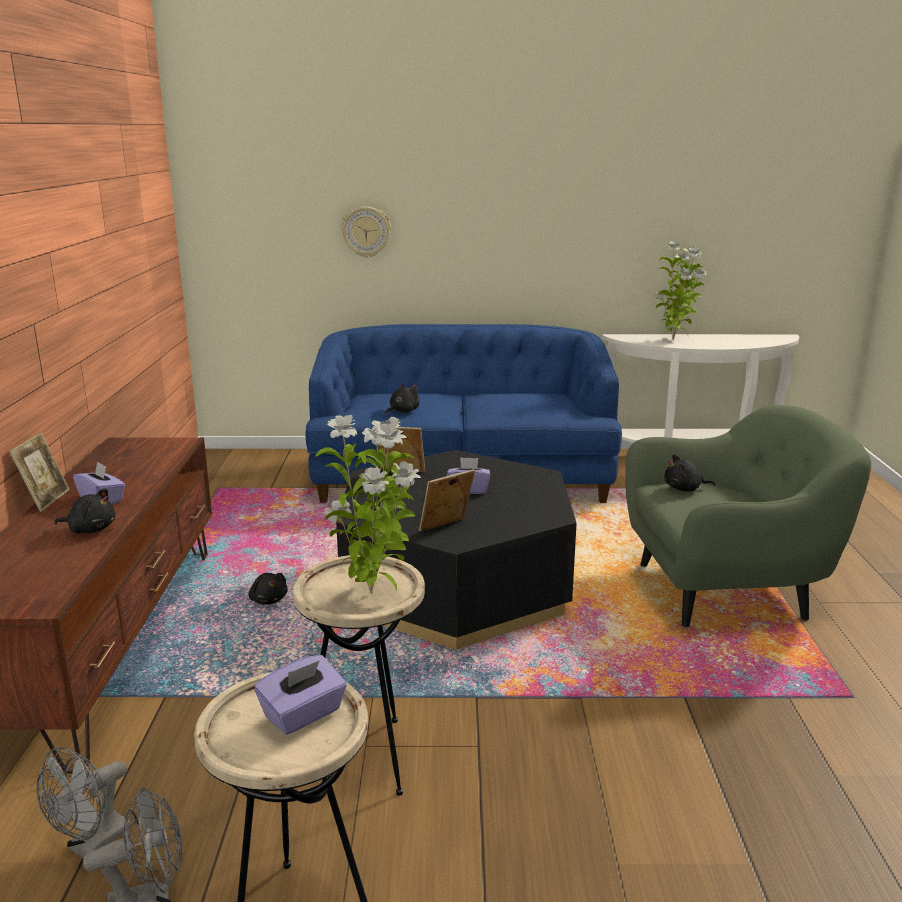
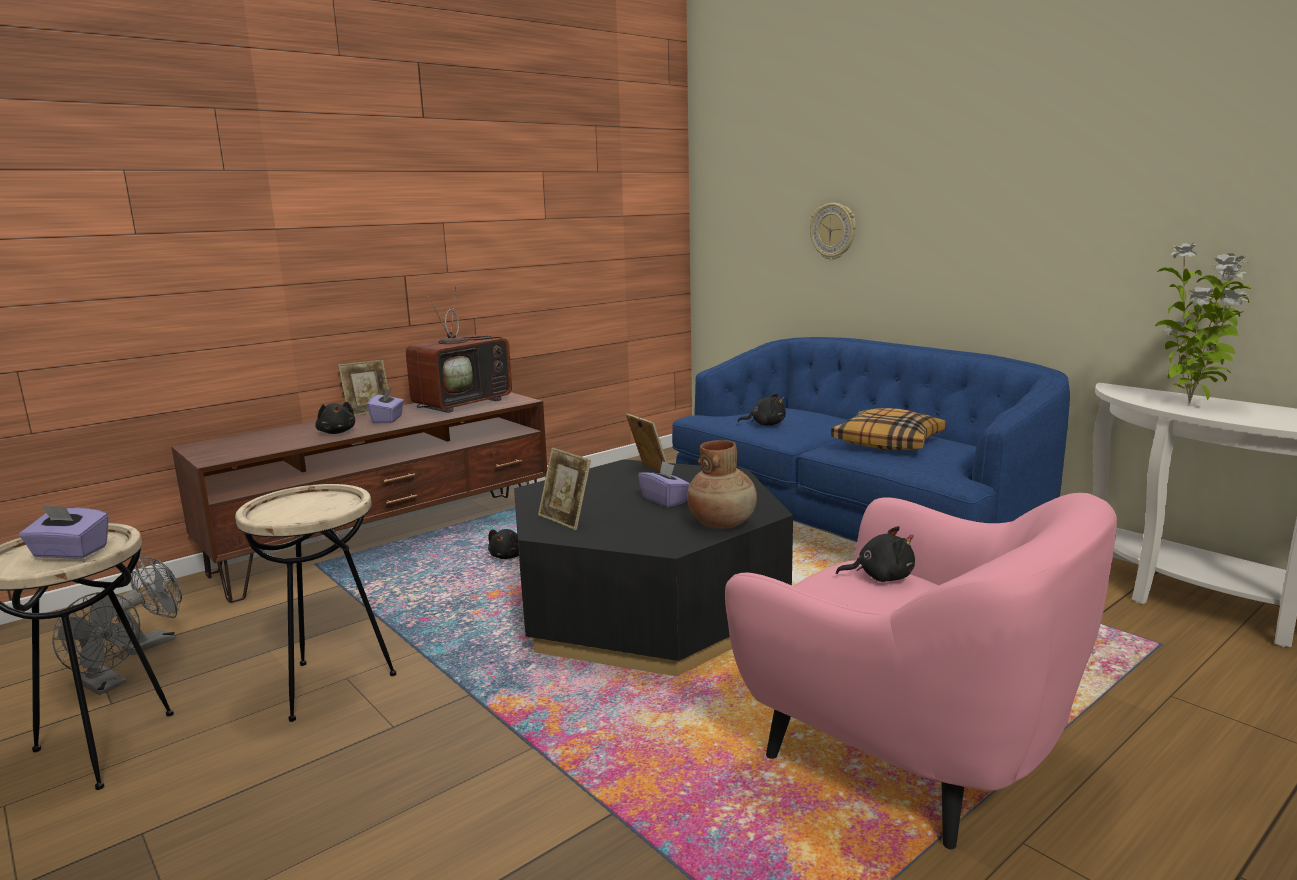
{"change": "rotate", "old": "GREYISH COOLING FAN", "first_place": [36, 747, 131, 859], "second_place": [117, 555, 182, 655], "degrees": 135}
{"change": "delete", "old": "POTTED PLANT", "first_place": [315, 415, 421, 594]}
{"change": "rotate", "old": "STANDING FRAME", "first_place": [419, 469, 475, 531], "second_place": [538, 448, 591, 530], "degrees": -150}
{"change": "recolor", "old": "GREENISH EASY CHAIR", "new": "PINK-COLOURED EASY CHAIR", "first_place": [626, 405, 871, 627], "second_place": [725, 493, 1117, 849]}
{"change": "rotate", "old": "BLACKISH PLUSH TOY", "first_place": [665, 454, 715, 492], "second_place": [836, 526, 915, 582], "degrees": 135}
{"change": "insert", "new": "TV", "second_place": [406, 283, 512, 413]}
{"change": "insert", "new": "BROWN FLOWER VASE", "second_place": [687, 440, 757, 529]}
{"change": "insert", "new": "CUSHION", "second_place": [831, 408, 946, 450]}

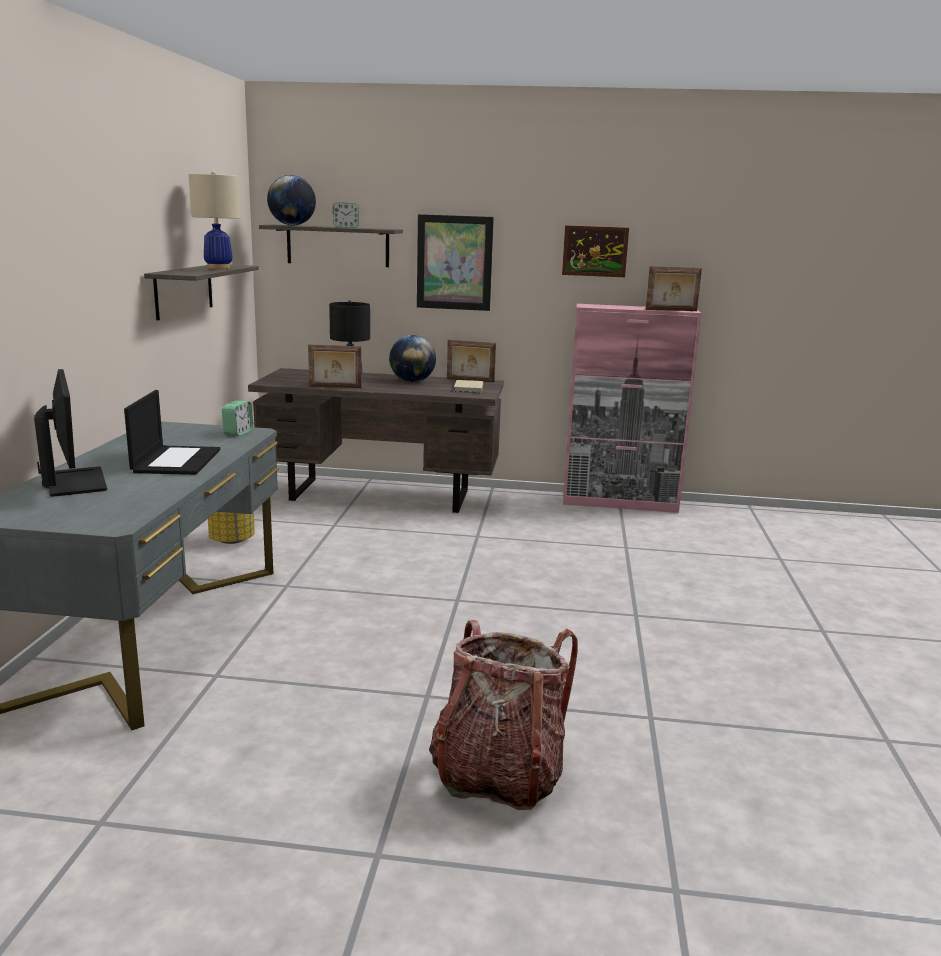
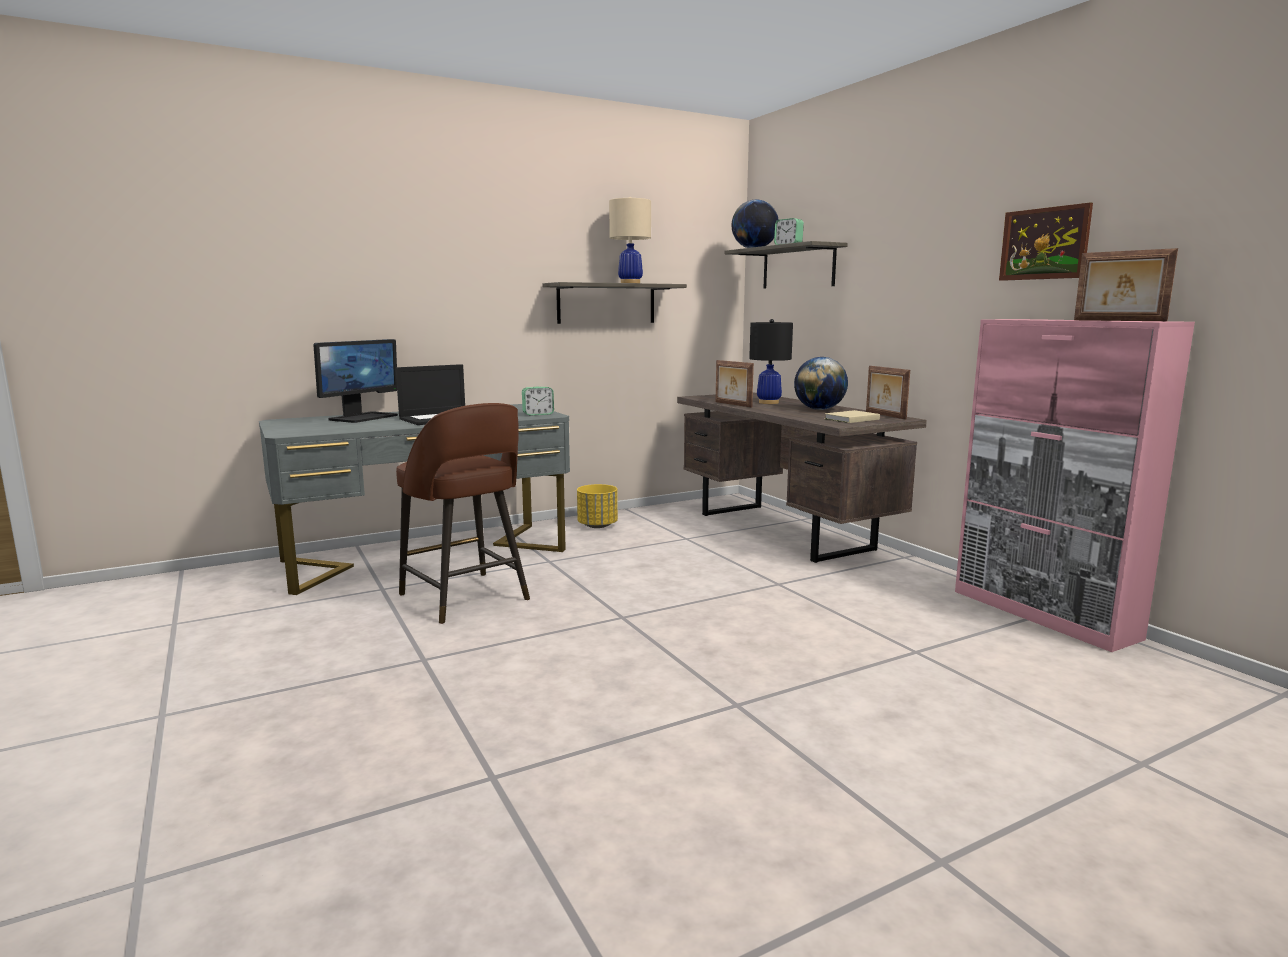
{"change": "delete", "old": "WALL ART", "first_place": [417, 214, 494, 311]}
{"change": "delete", "old": "BACKPACK", "first_place": [429, 620, 578, 810]}
{"change": "insert", "new": "BROWN STOOL SEAT", "second_place": [396, 403, 530, 624]}

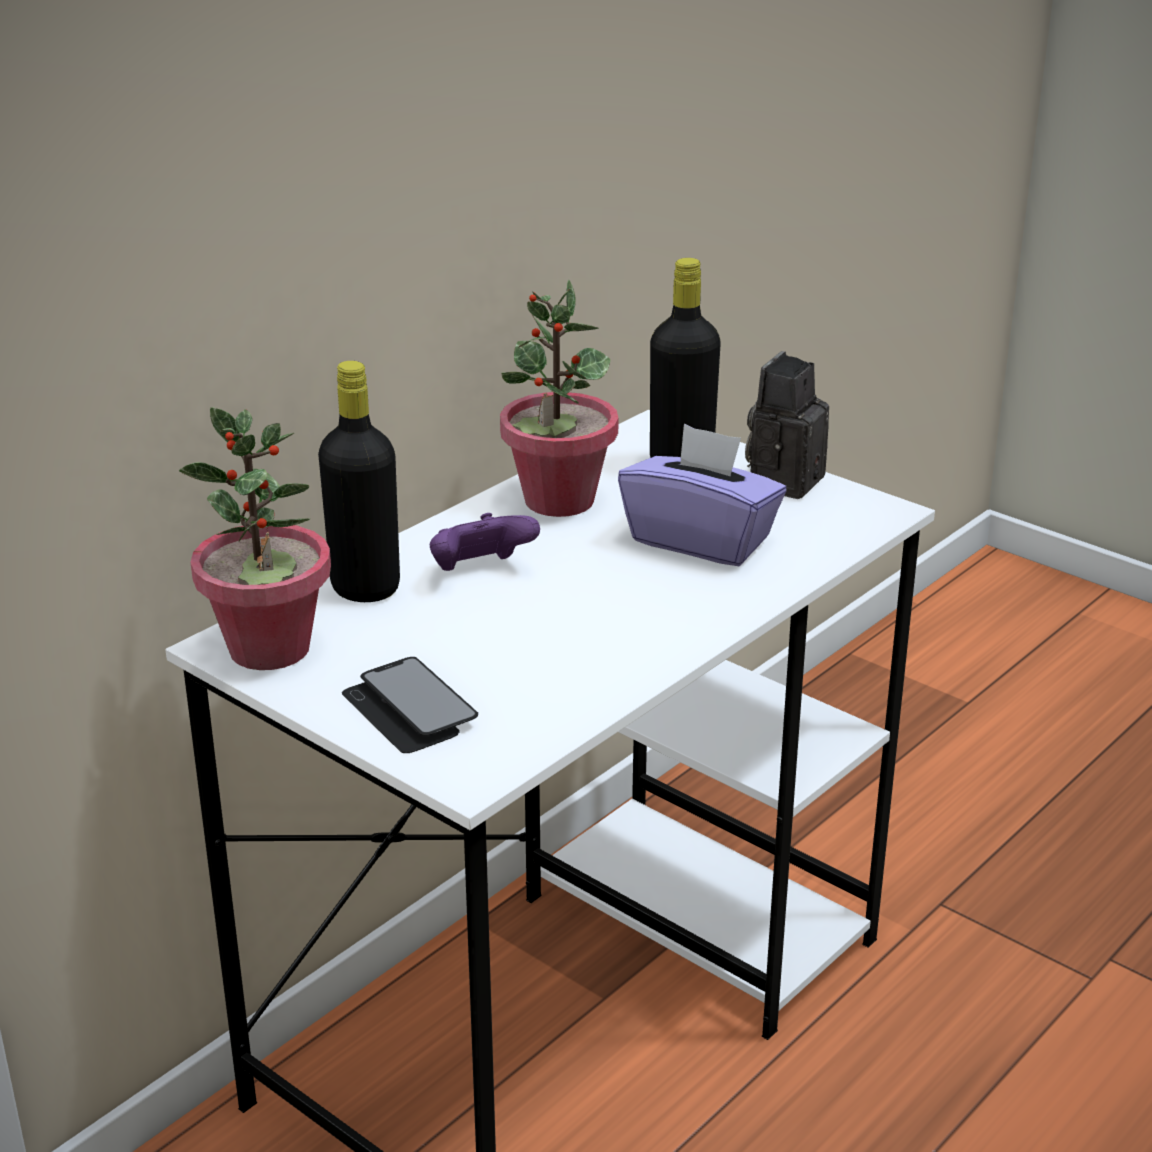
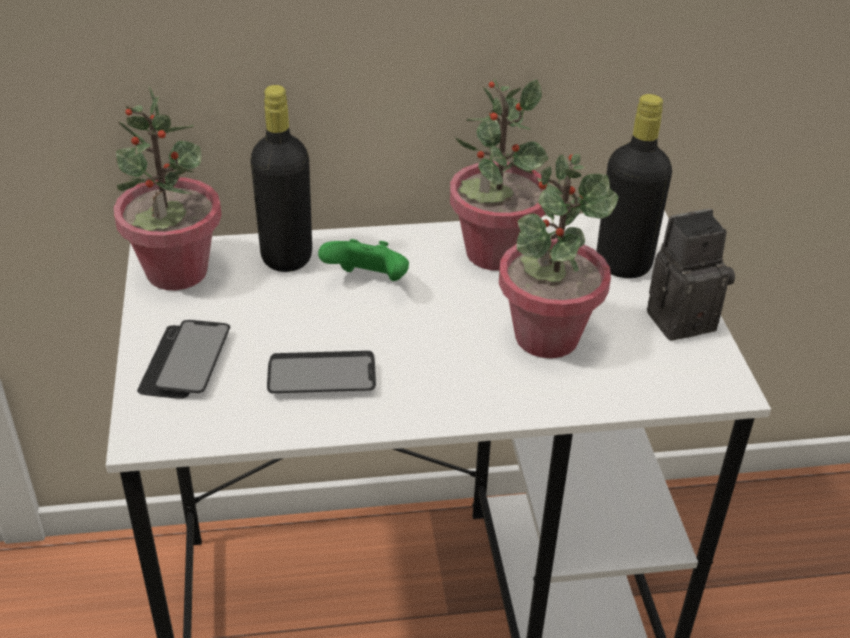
{"change": "recolor", "old": "PURPLE-COLOURED GAMEPAD", "new": "GREENISH GAMEPAD", "first_place": [430, 513, 540, 571], "second_place": [318, 239, 409, 281]}
{"change": "replace", "old": "PURPLE-COLOURED TISSUE HOLDER", "new": "POTTED PLANT", "first_place": [618, 424, 786, 567], "second_place": [499, 154, 618, 358]}
{"change": "insert", "new": "HANDSET", "second_place": [267, 351, 376, 393]}

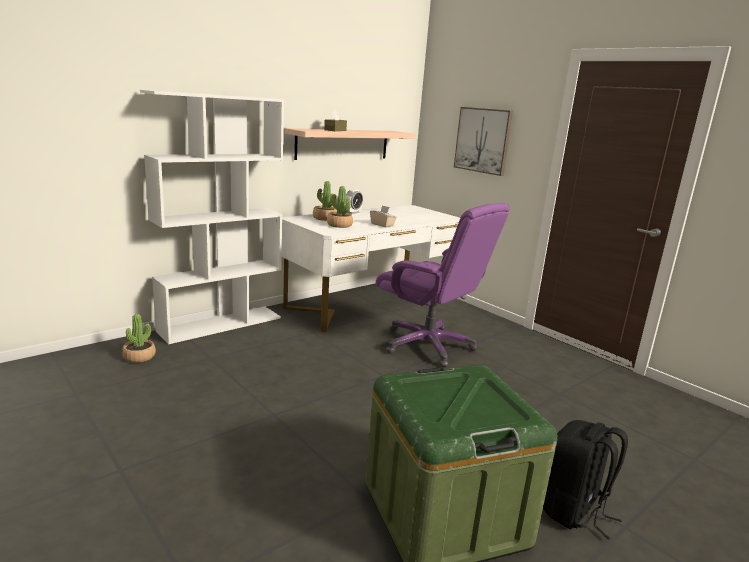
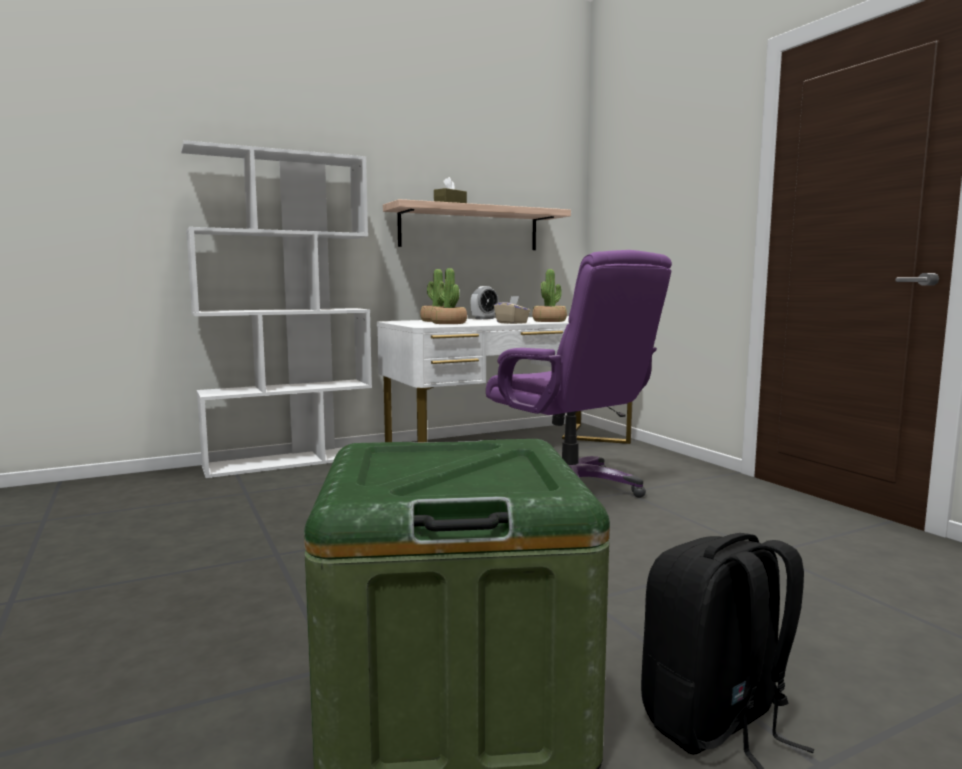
{"change": "move", "old": "POTTED PLANT", "first_place": [122, 314, 156, 363], "second_place": [532, 269, 567, 322]}
{"change": "delete", "old": "WALL ART", "first_place": [454, 107, 513, 176]}

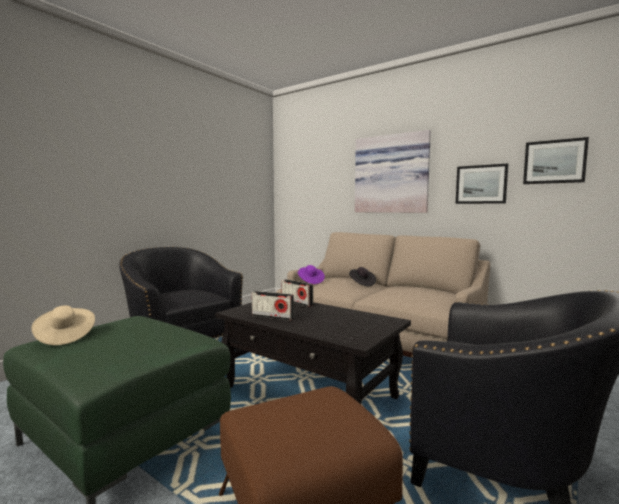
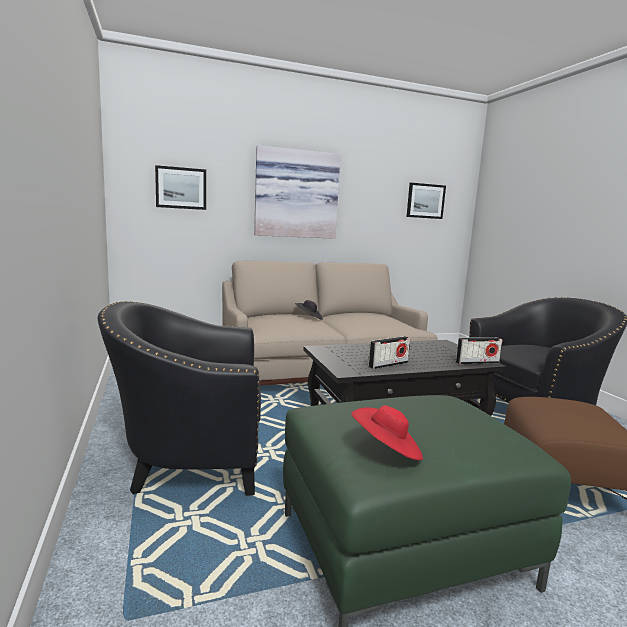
{"change": "recolor", "old": "BEIGE CLOTHING HAT", "new": "RED-COLOURED CLOTHING HAT", "first_place": [32, 305, 95, 345], "second_place": [351, 405, 423, 460]}
{"change": "move", "old": "RADIO SET", "first_place": [281, 279, 313, 307], "second_place": [456, 337, 503, 364]}
{"change": "delete", "old": "PURPLE-COLOURED CLOTHING HAT", "first_place": [298, 265, 325, 284]}
{"change": "move", "old": "WALL ART", "first_place": [456, 163, 508, 204], "second_place": [155, 165, 206, 210]}

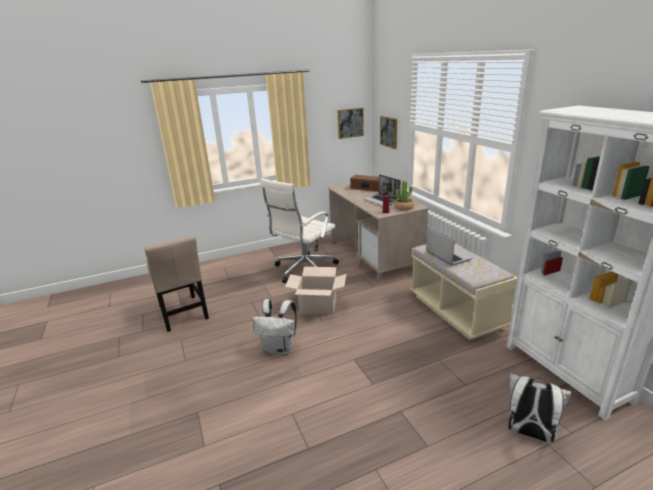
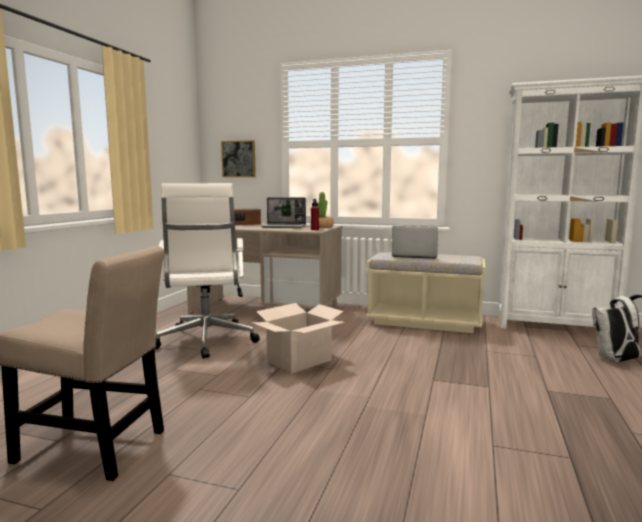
{"change": "delete", "old": "WHITE BACKPACK", "first_place": [252, 299, 297, 355]}
{"change": "delete", "old": "WALL ART", "first_place": [338, 108, 364, 139]}

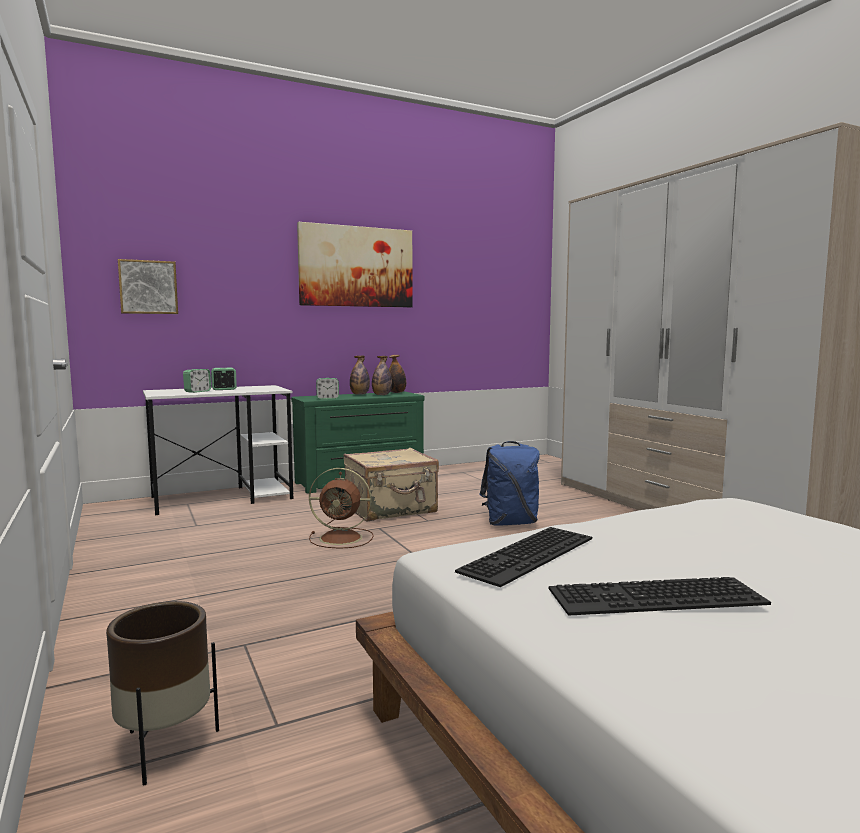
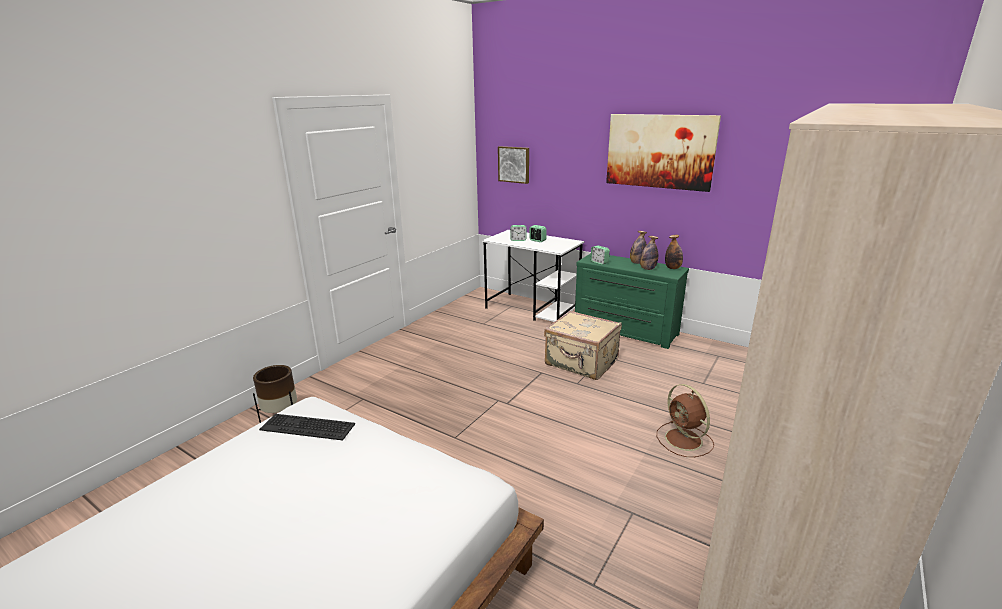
{"change": "move", "old": "BROWN COOLING FAN", "first_place": [309, 468, 374, 549], "second_place": [657, 384, 714, 457]}
{"change": "delete", "old": "BLUE BACKPACK", "first_place": [480, 441, 540, 526]}
{"change": "delete", "old": "KEYBOARD", "first_place": [549, 577, 771, 616]}

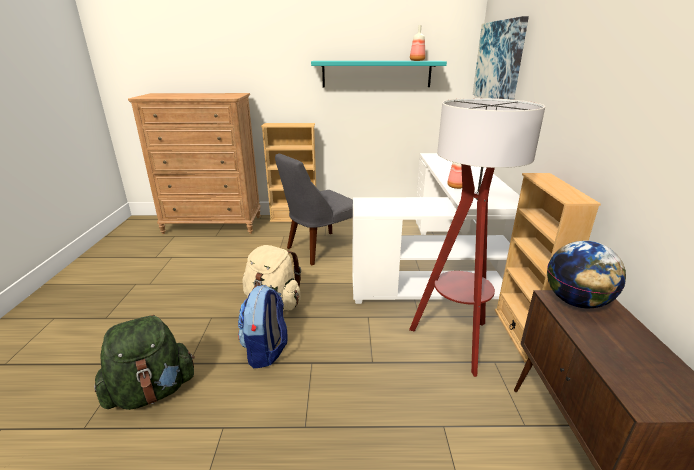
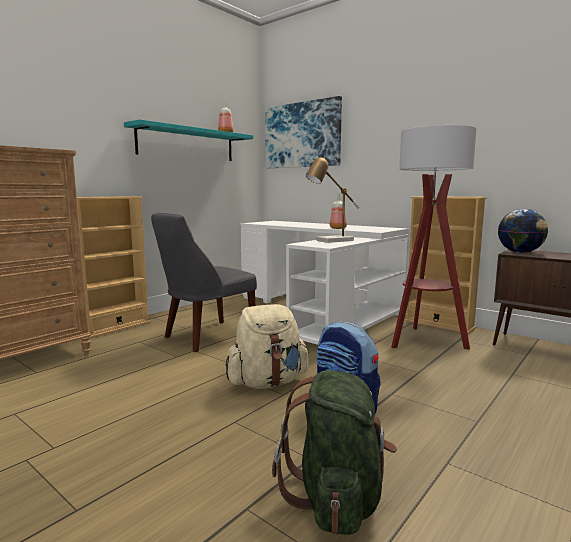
{"change": "rotate", "old": "GREYISH PLAIN CHAIR", "first_place": [275, 153, 353, 265], "second_place": [151, 213, 257, 352], "degrees": 45}
{"change": "insert", "new": "LAMP FOR A TABLE", "second_place": [306, 156, 360, 243]}

